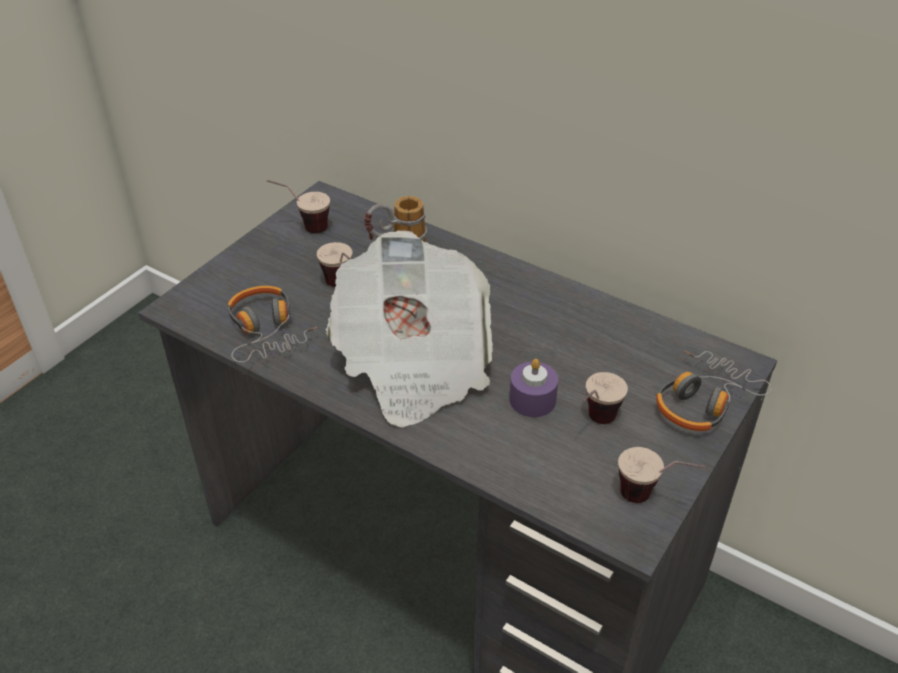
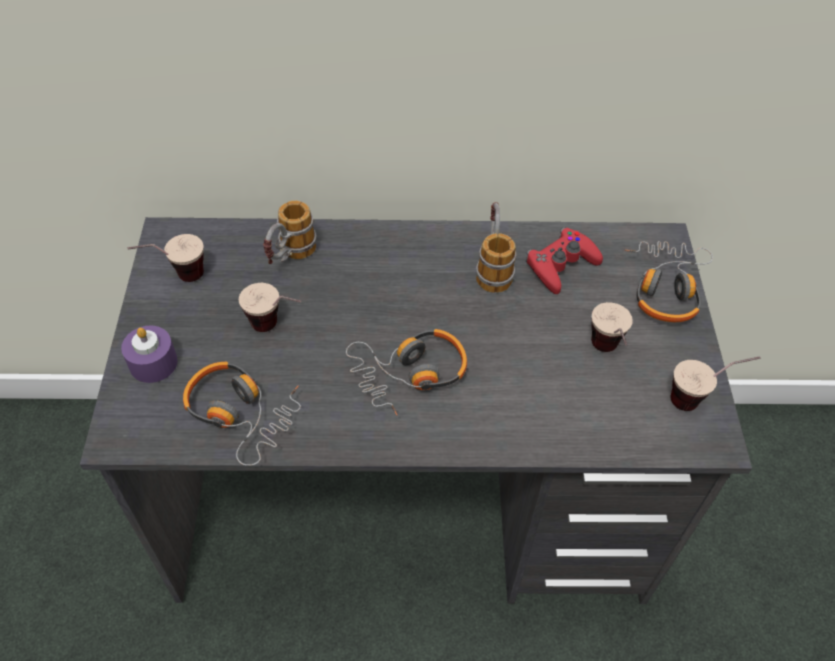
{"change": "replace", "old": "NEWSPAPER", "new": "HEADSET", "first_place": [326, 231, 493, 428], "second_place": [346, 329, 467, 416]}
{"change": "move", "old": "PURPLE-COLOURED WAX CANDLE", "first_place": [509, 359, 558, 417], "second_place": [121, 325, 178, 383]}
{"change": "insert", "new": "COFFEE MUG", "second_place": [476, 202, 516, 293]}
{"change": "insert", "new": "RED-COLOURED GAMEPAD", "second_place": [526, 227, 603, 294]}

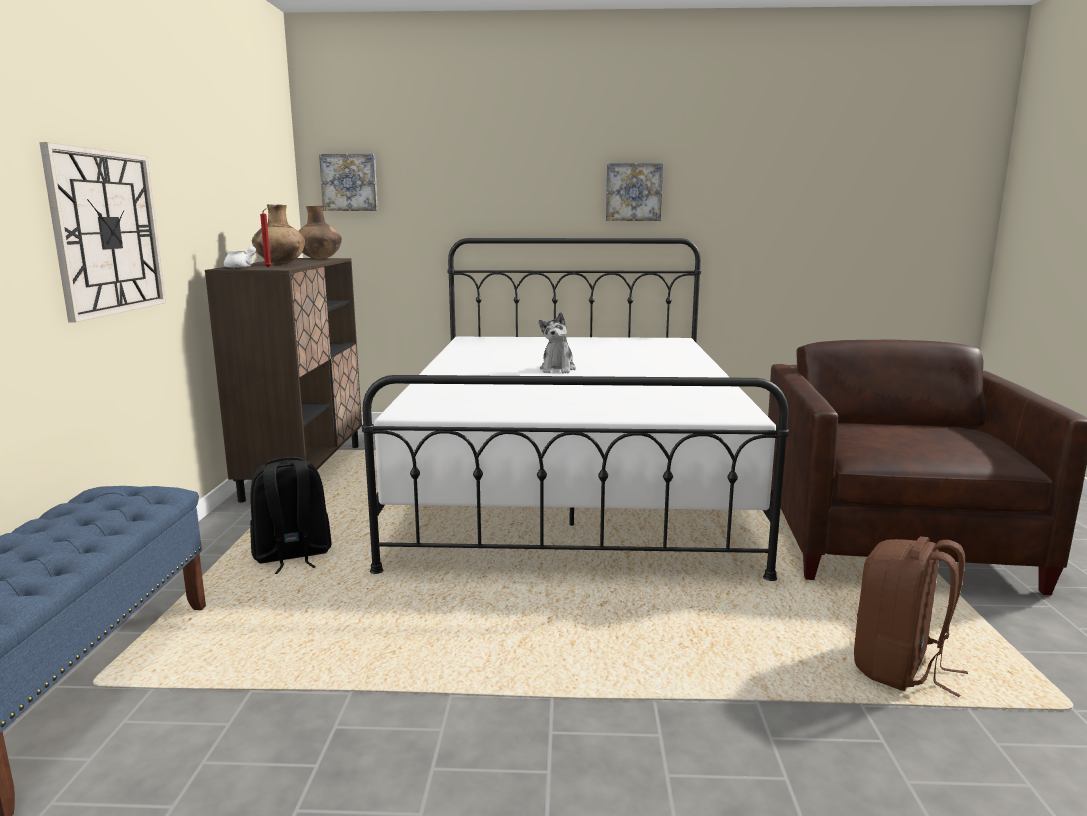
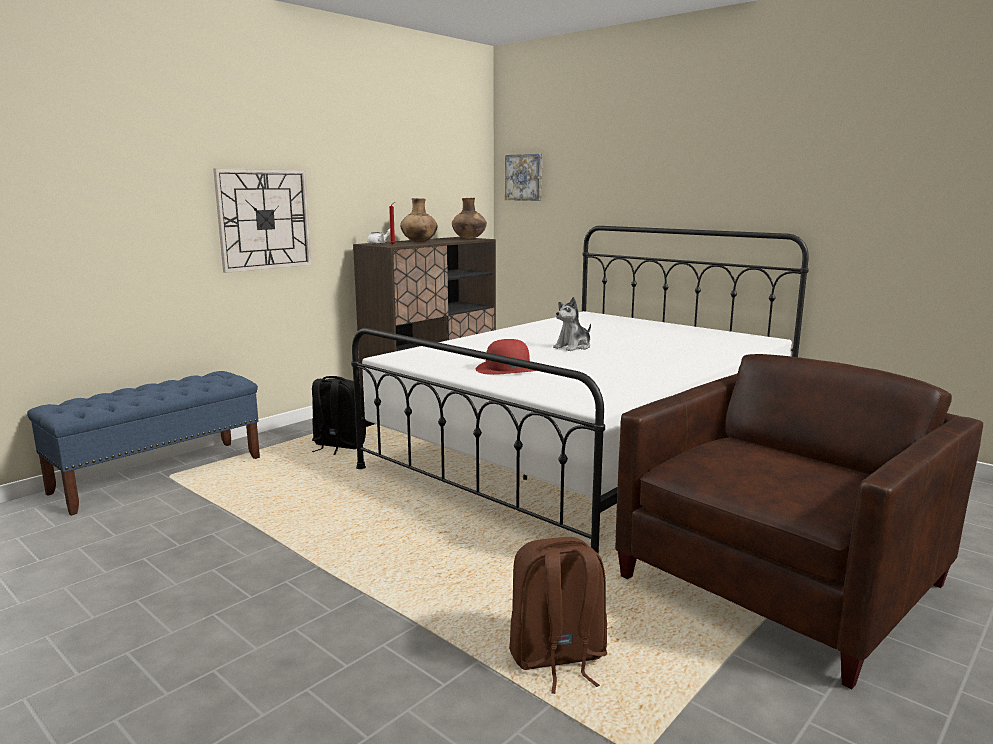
{"change": "delete", "old": "WALL ART", "first_place": [606, 163, 663, 221]}
{"change": "insert", "new": "RED-COLOURED CLOTHING HAT", "second_place": [476, 339, 536, 375]}

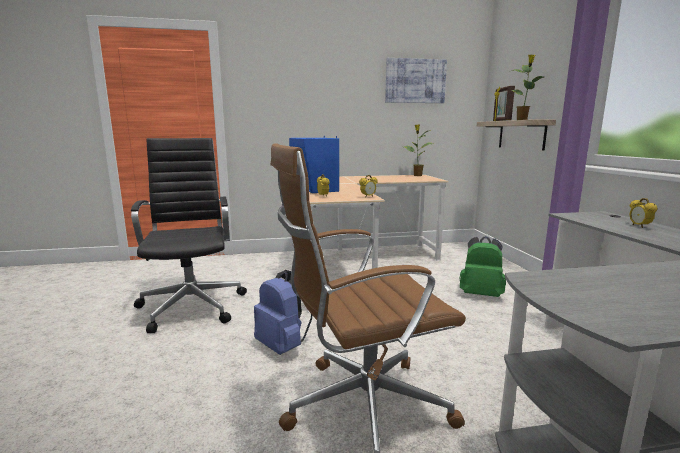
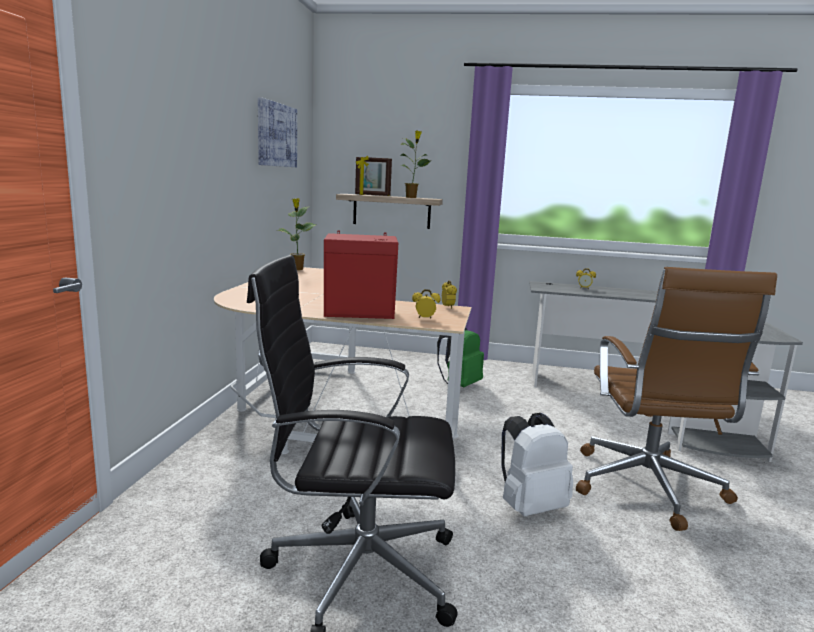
{"change": "recolor", "old": "BLUE BACKPACK", "new": "WHITE BACKPACK", "first_place": [254, 270, 312, 355], "second_place": [502, 413, 573, 517]}
{"change": "recolor", "old": "BLUE AUDIO SPEAKER", "new": "RED-COLOURED AUDIO SPEAKER", "first_place": [289, 136, 339, 193], "second_place": [324, 230, 398, 319]}

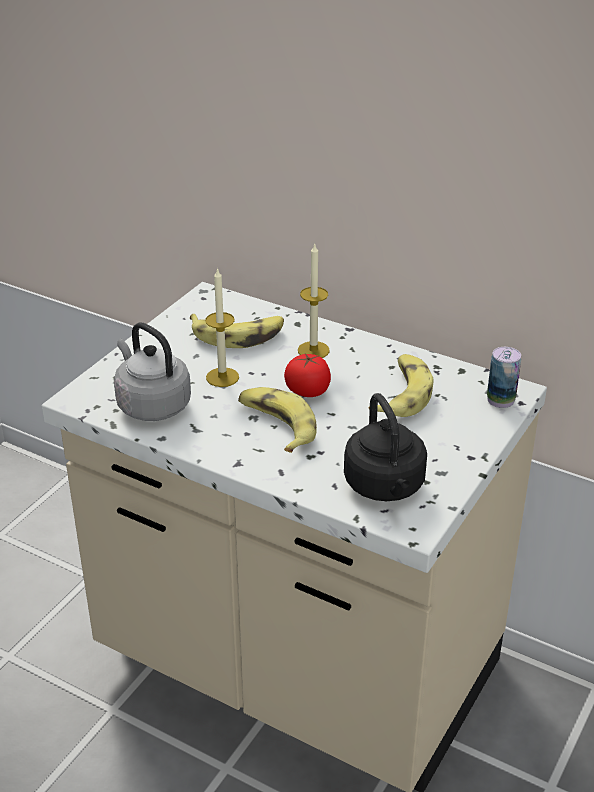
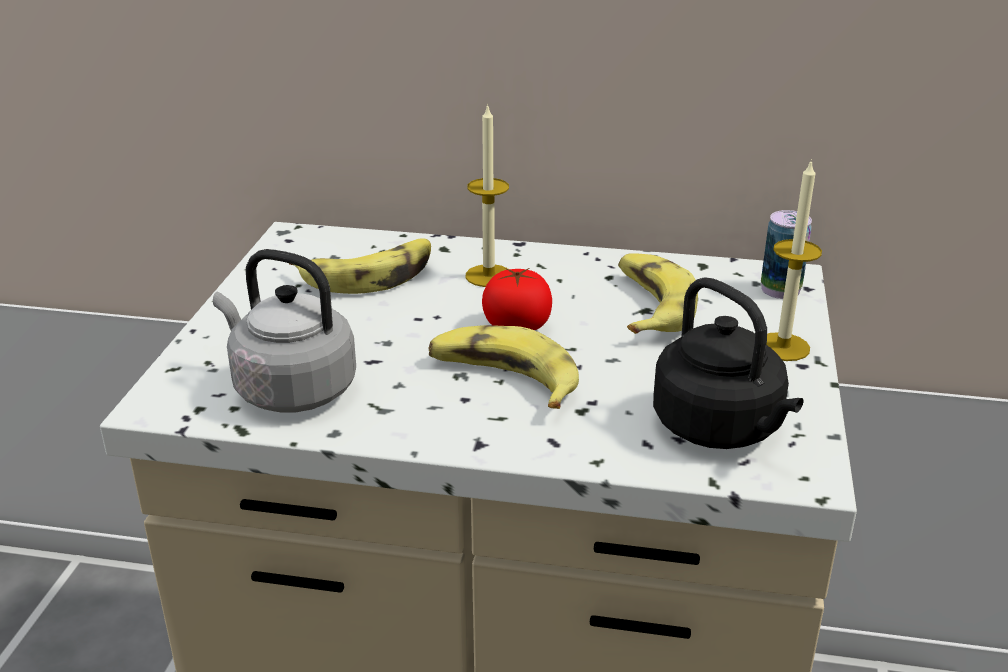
{"change": "move", "old": "WAX CANDLE", "first_place": [205, 268, 239, 387], "second_place": [766, 159, 822, 361]}

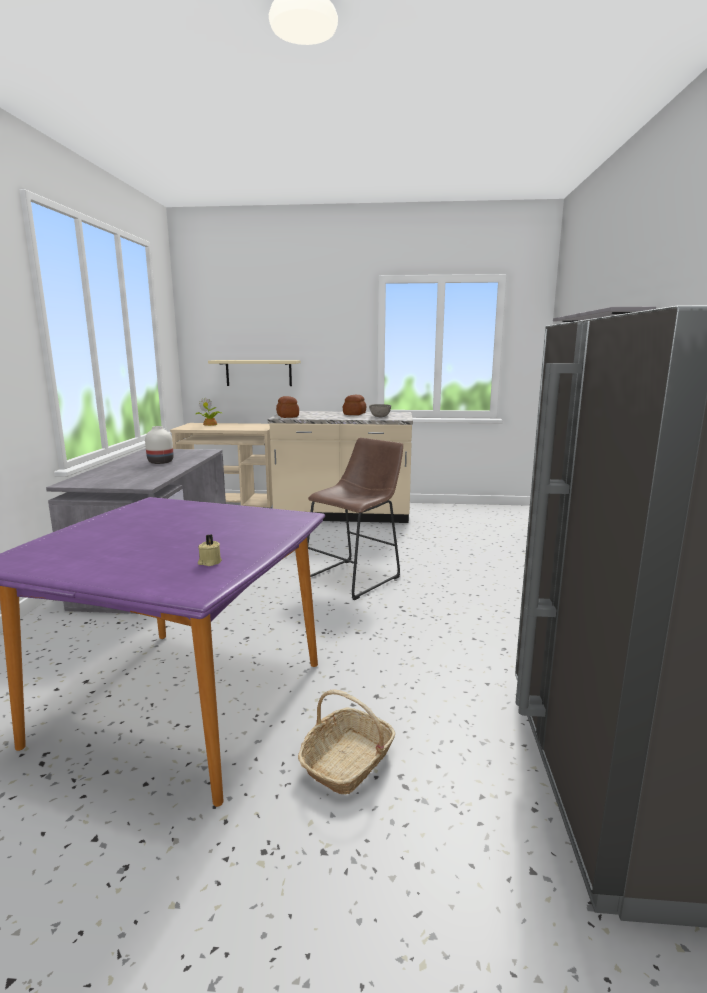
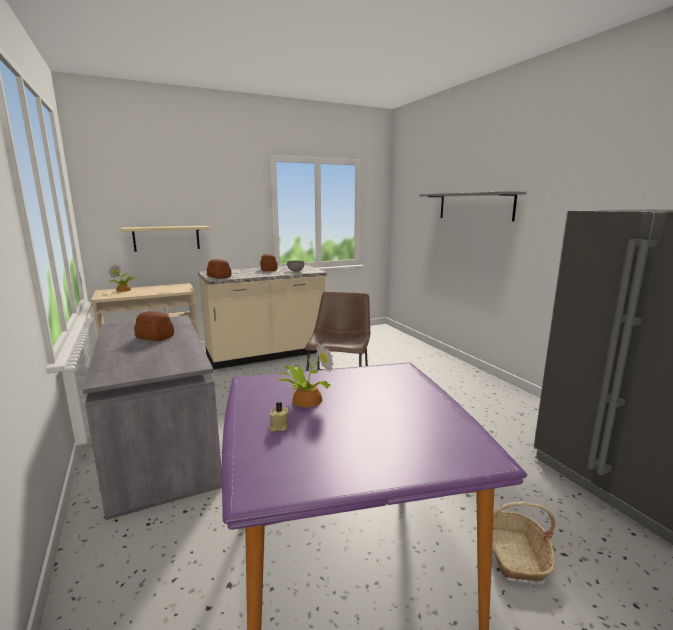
{"change": "replace", "old": "WHITE FLOWER VASE", "new": "BREAD", "first_place": [145, 426, 174, 464], "second_place": [134, 311, 174, 341]}
{"change": "move", "old": "BEIGE WAX CANDLE", "first_place": [198, 534, 222, 566], "second_place": [269, 402, 289, 432]}
{"change": "insert", "new": "POTTED PLANT", "second_place": [279, 343, 334, 407]}

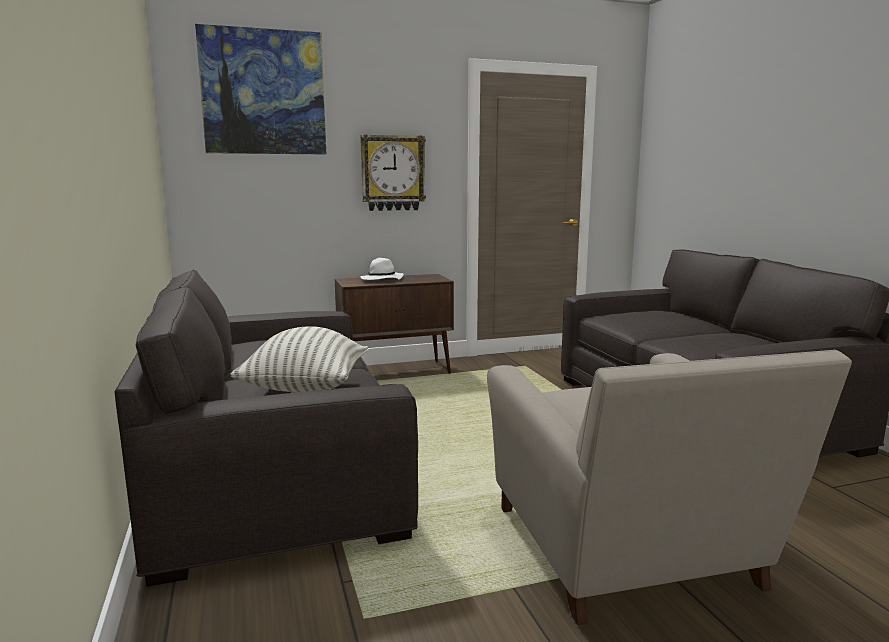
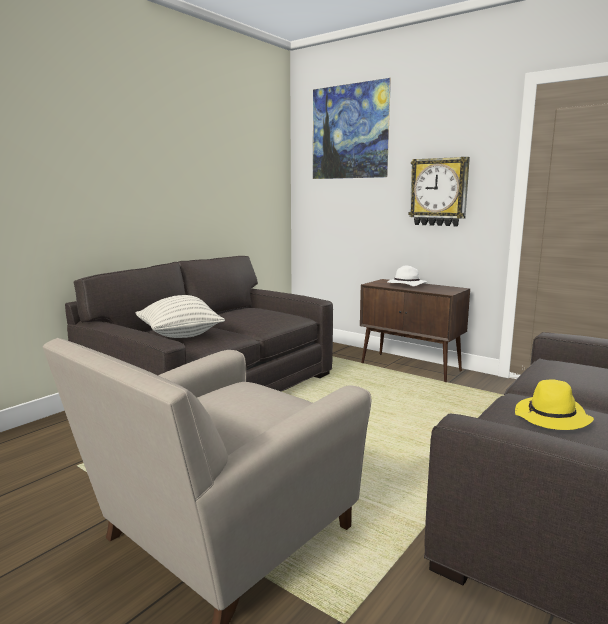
{"change": "insert", "new": "YELLOW-COLOURED CLOTHING HAT", "second_place": [515, 379, 594, 430]}

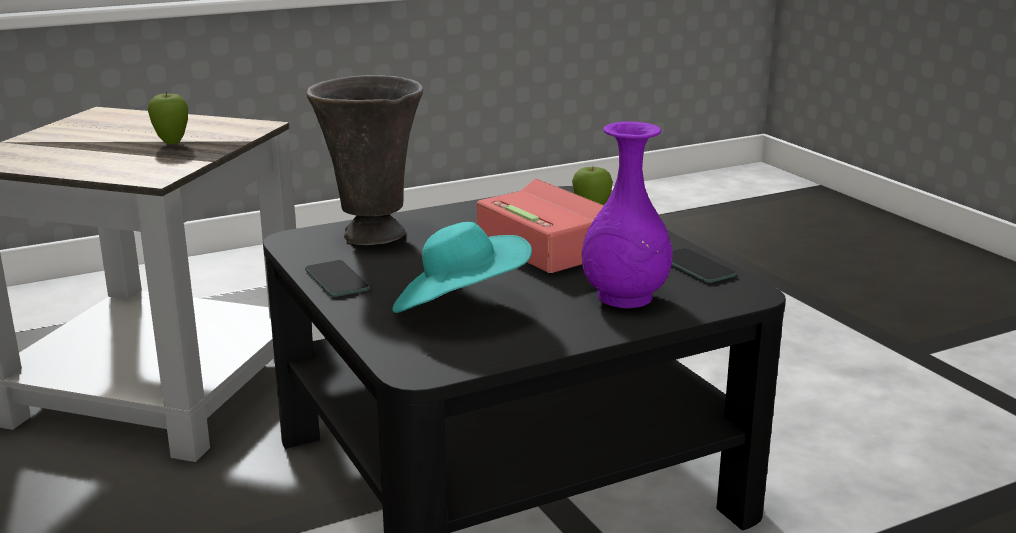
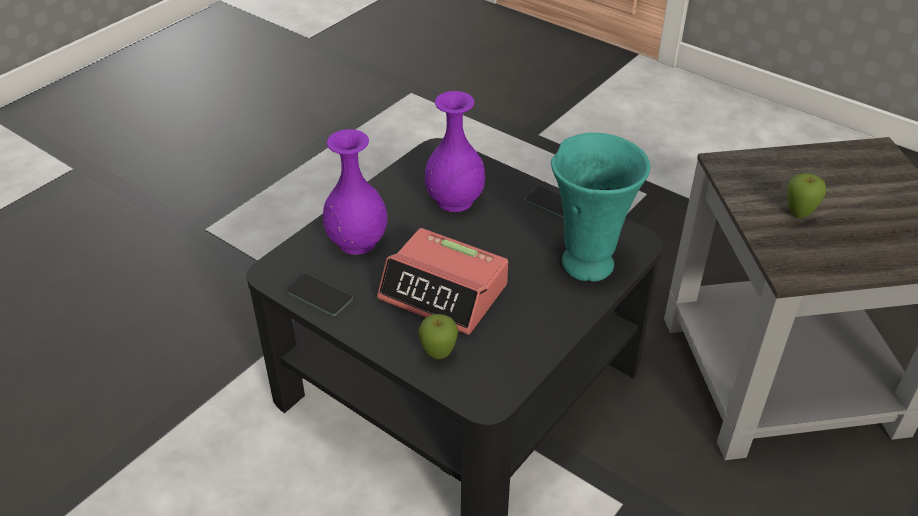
{"change": "recolor", "old": "GREYISH FLOWER VASE", "new": "TURQUOISE-COLOURED FLOWER VASE", "first_place": [306, 75, 423, 245], "second_place": [551, 132, 650, 282]}
{"change": "replace", "old": "TURQUOISE-COLOURED CLOTHING HAT", "new": "PURPLE-COLOURED FLOWER VASE", "first_place": [392, 222, 532, 313], "second_place": [425, 91, 485, 212]}

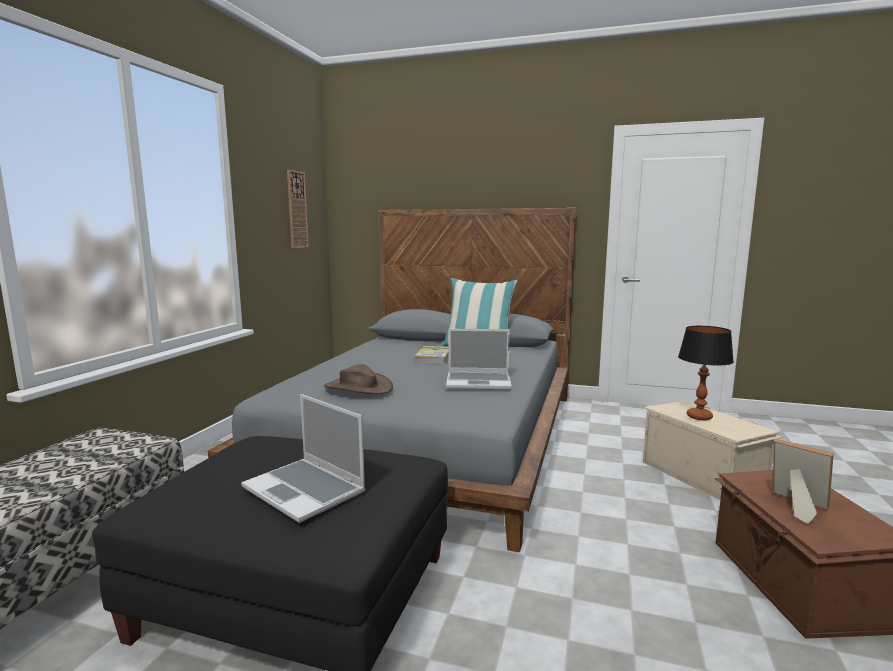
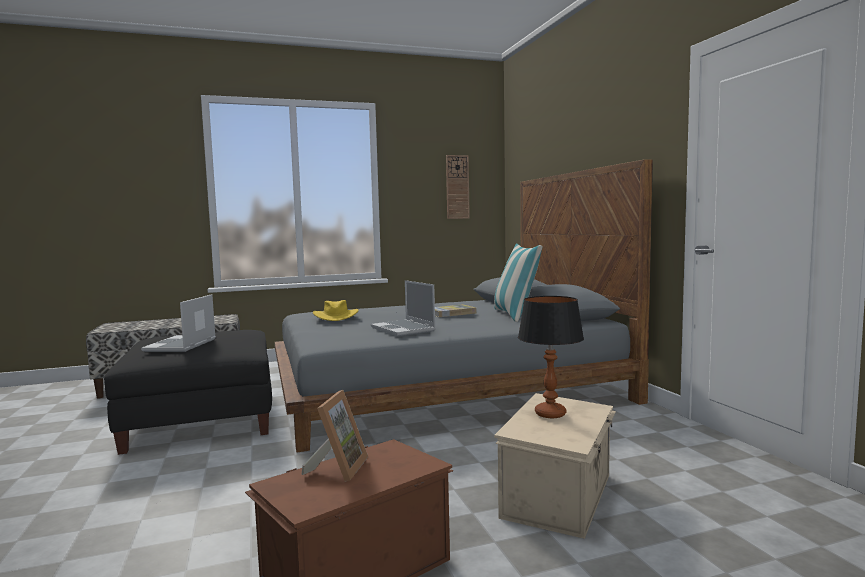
{"change": "recolor", "old": "BROWN CLOTHING HAT", "new": "YELLOW-COLOURED CLOTHING HAT", "first_place": [324, 364, 393, 394], "second_place": [313, 300, 359, 321]}

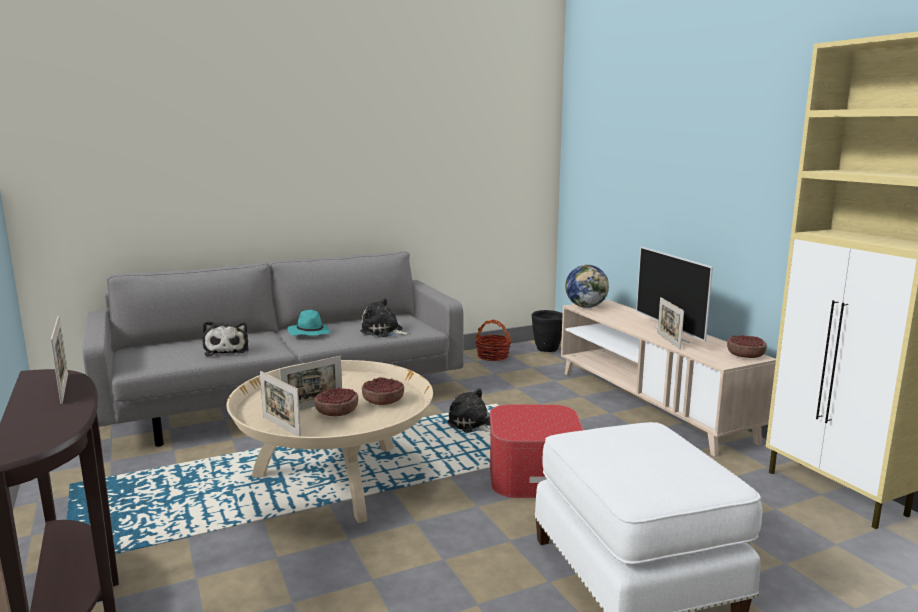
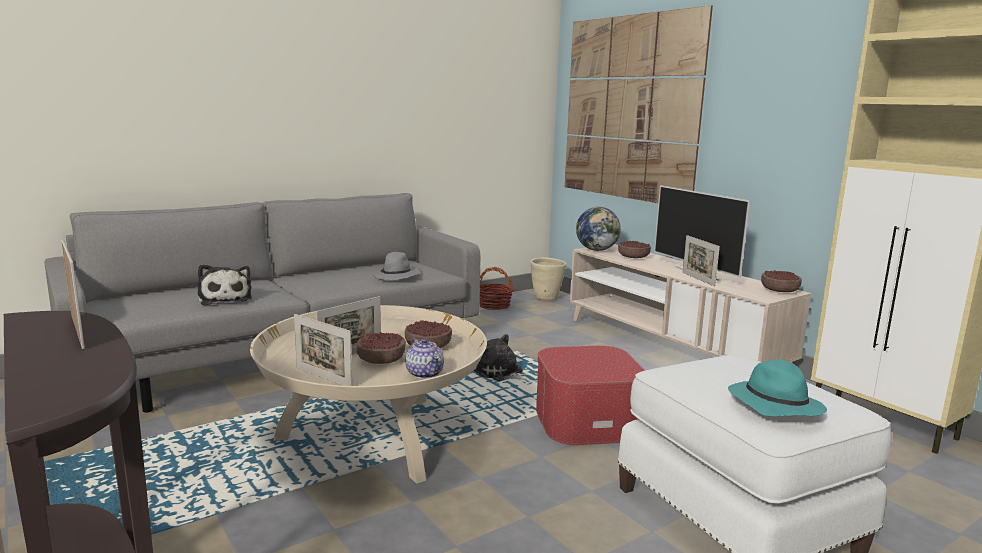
{"change": "move", "old": "TURQUOISE-COLOURED CLOTHING HAT", "first_place": [287, 310, 331, 336], "second_place": [728, 359, 827, 416]}
{"change": "replace", "old": "PLUSH TOY", "new": "GREYISH CLOTHING HAT", "first_place": [360, 298, 410, 337], "second_place": [373, 252, 420, 280]}
{"change": "recolor", "old": "BLACKISH FLOWER POT", "new": "BEIGE FLOWER POT", "first_place": [532, 310, 563, 352], "second_place": [531, 257, 566, 300]}
{"change": "insert", "new": "POT FOR TEA", "second_place": [405, 338, 444, 379]}
{"change": "insert", "new": "WALL ART", "second_place": [565, 5, 713, 203]}
{"change": "insert", "new": "BOWL", "second_place": [618, 241, 651, 258]}

